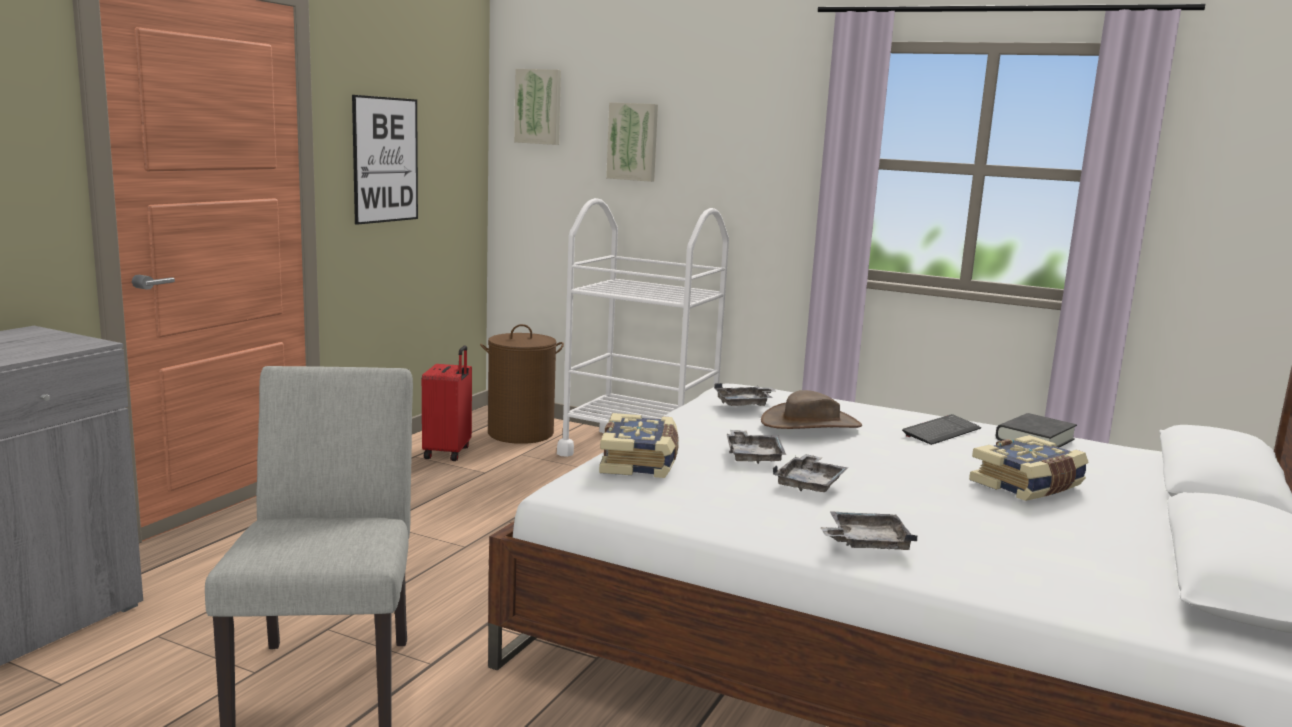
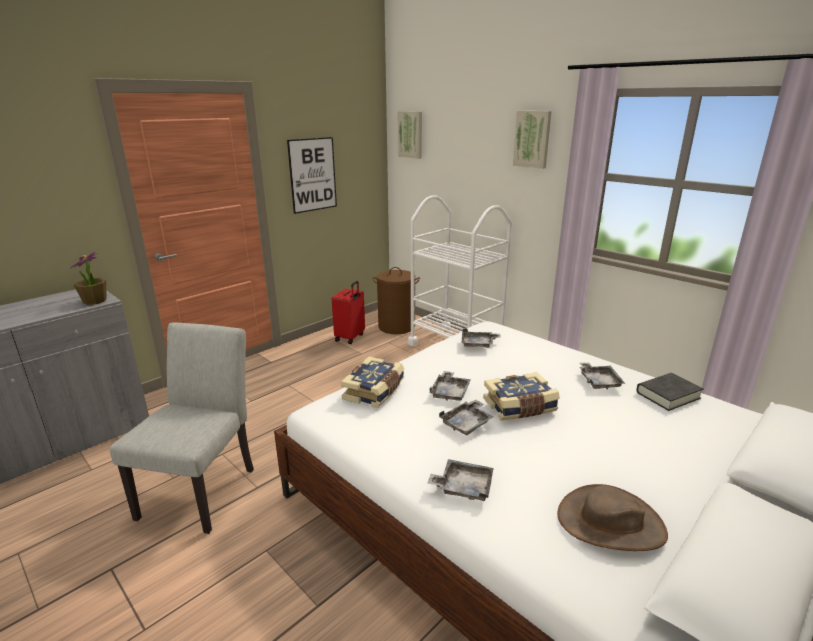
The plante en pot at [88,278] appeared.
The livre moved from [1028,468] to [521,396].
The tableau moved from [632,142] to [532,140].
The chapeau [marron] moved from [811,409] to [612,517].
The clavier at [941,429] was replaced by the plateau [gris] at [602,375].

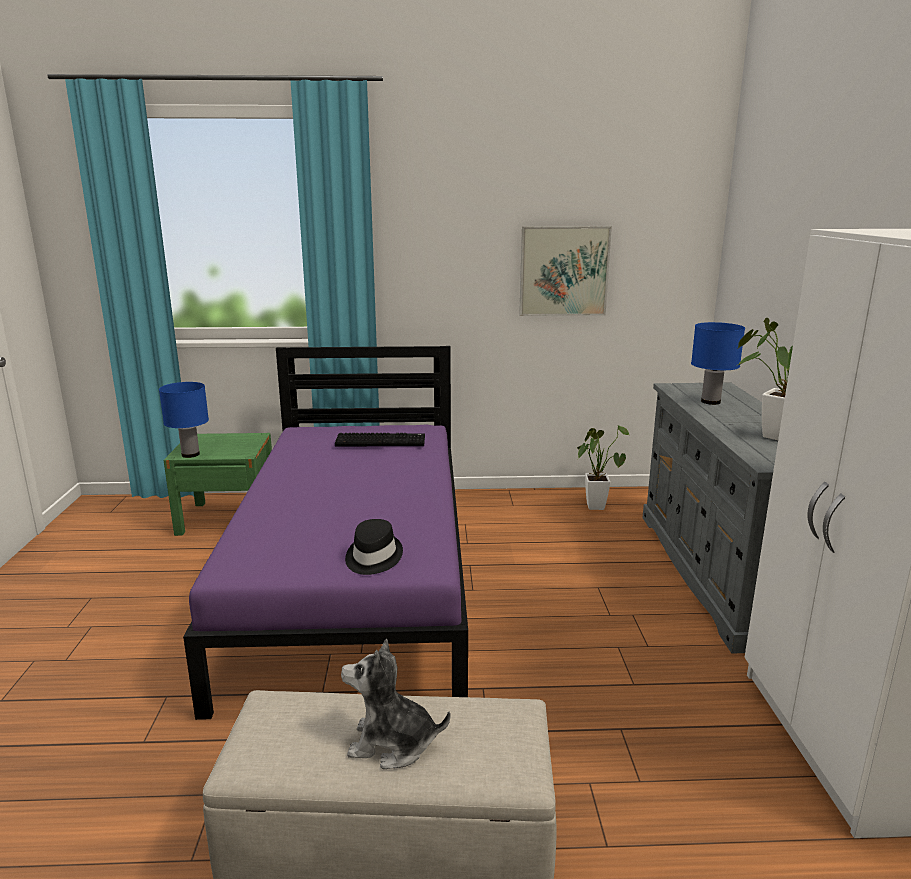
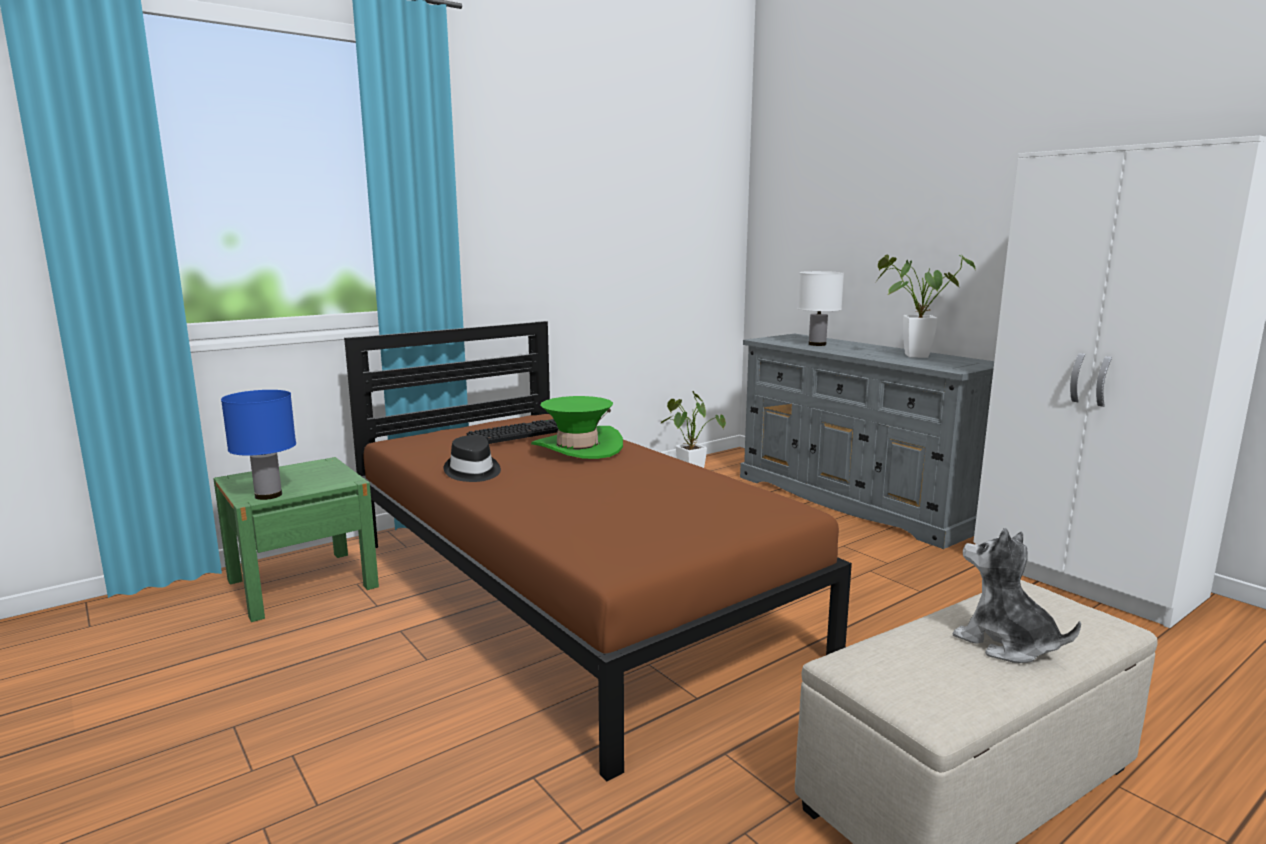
The lit [violet] at [325,533] became the lit [marron] at [598,551].
The chapeau [noir] moved from [374,547] to [472,458].
The chapeau [vert] at [577,427] appeared.
The lampe de table [bleu] at [718,363] became the lampe de table [blanc] at [820,308].
The peluche at [395,704] turned 75 degrees clockwise.
The tableau at [565,271] disappeared.

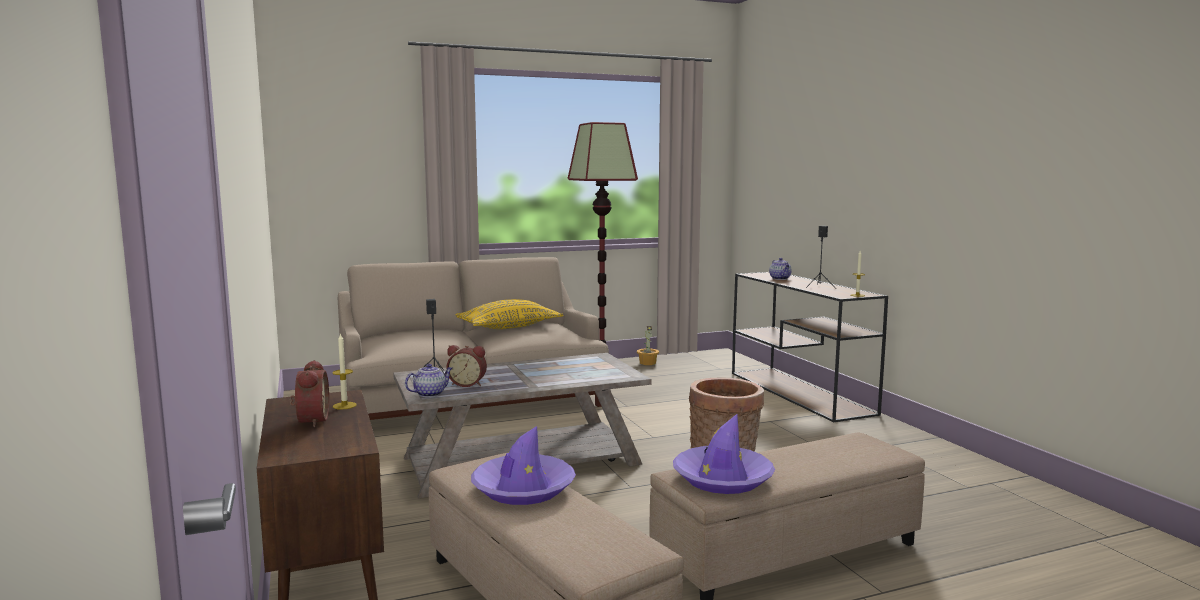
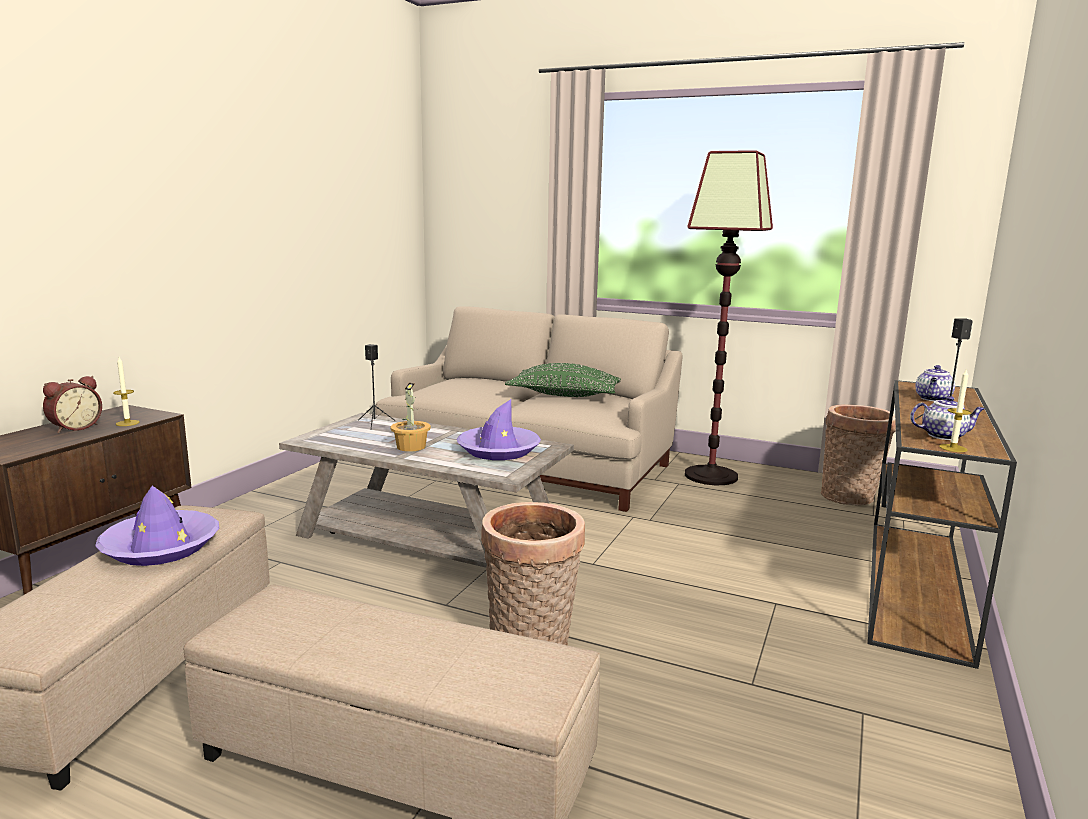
The plante en pot moved from [648,345] to [410,417].
The chapeau [violet] moved from [724,454] to [499,429].
The coussin [jaune] at [509,314] became the coussin [vert] at [563,380].
The panier at [858,454] appeared.
The théière moved from [428,380] to [947,418].
The réveil at [466,366] disappeared.

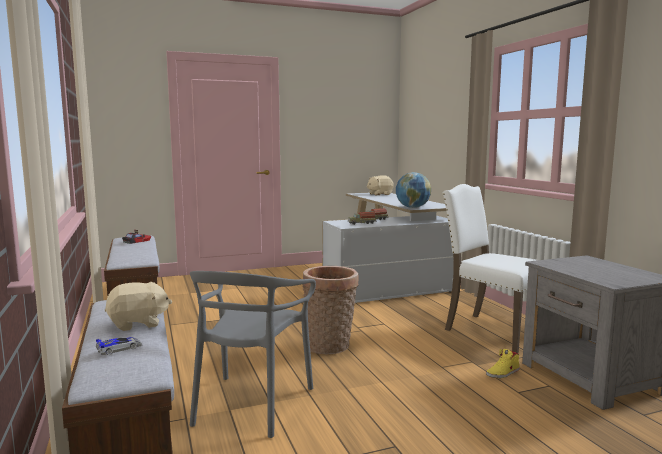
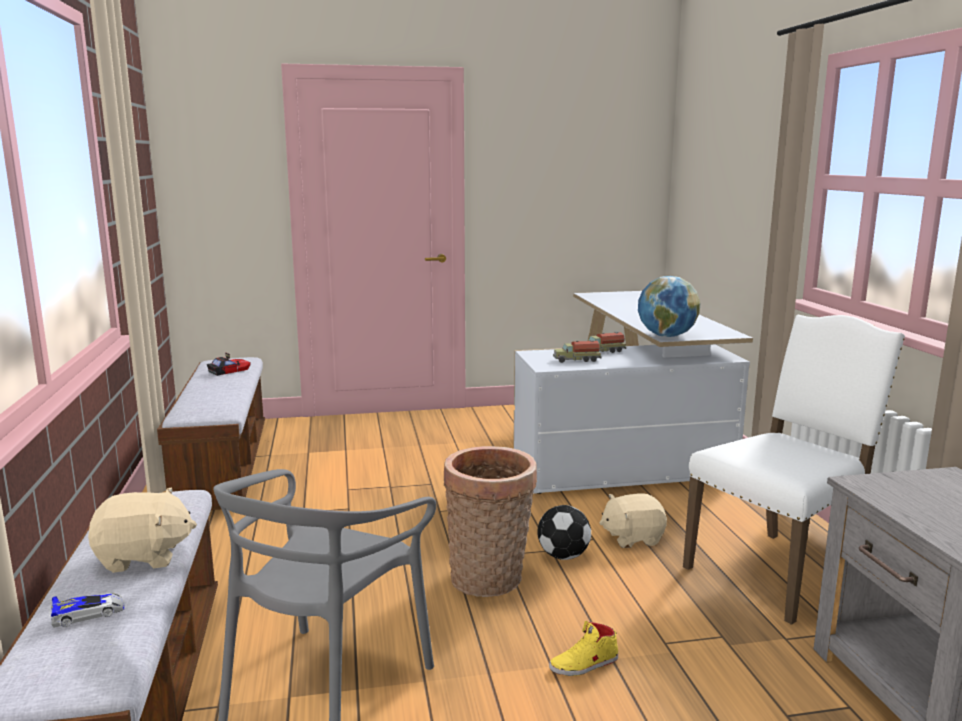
The ballon de foot at [564,532] appeared.
The chaussure [jaune] moved from [502,363] to [583,648].
The peluche [beige] moved from [380,185] to [633,521].
The chaise [blanc] at [489,268] turned 90 degrees clockwise.

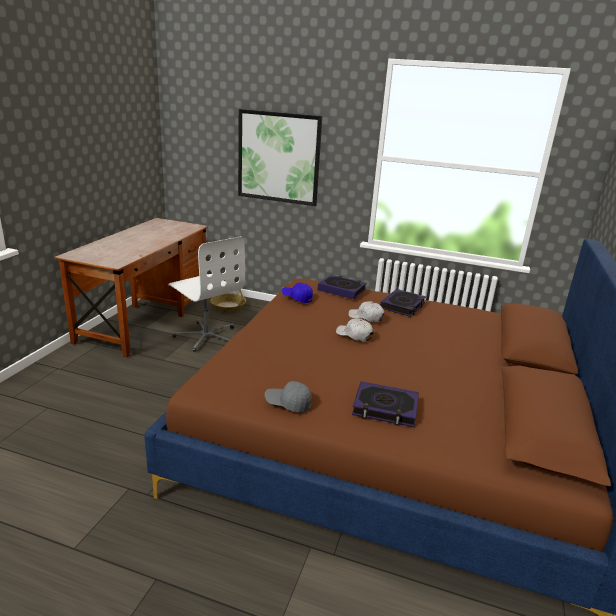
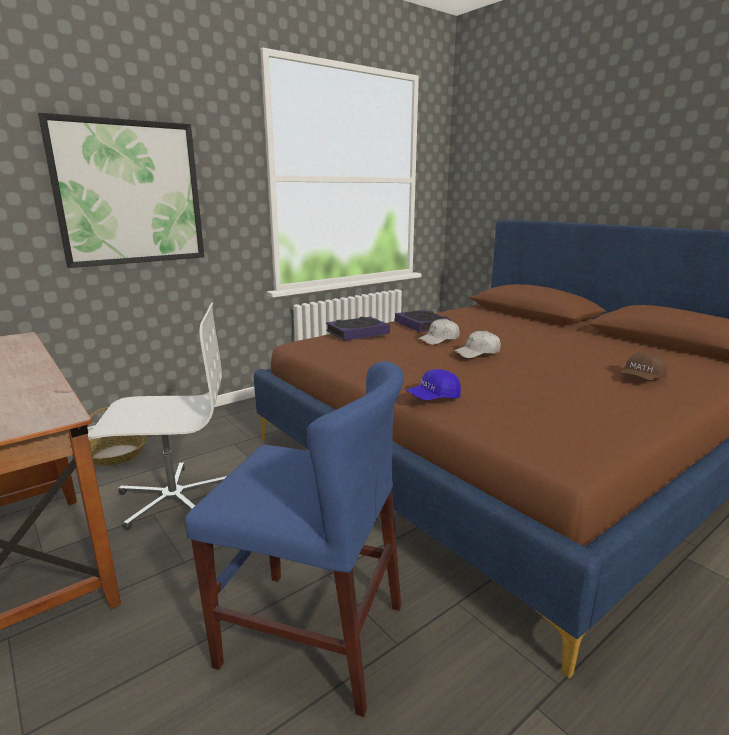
The chaise [bleu] at [294,539] appeared.
The casquette [bleu] moved from [297,293] to [433,384].
The livre at [385,404] was replaced by the casquette [marron] at [644,366].
The casquette [gris] at [288,397] disappeared.

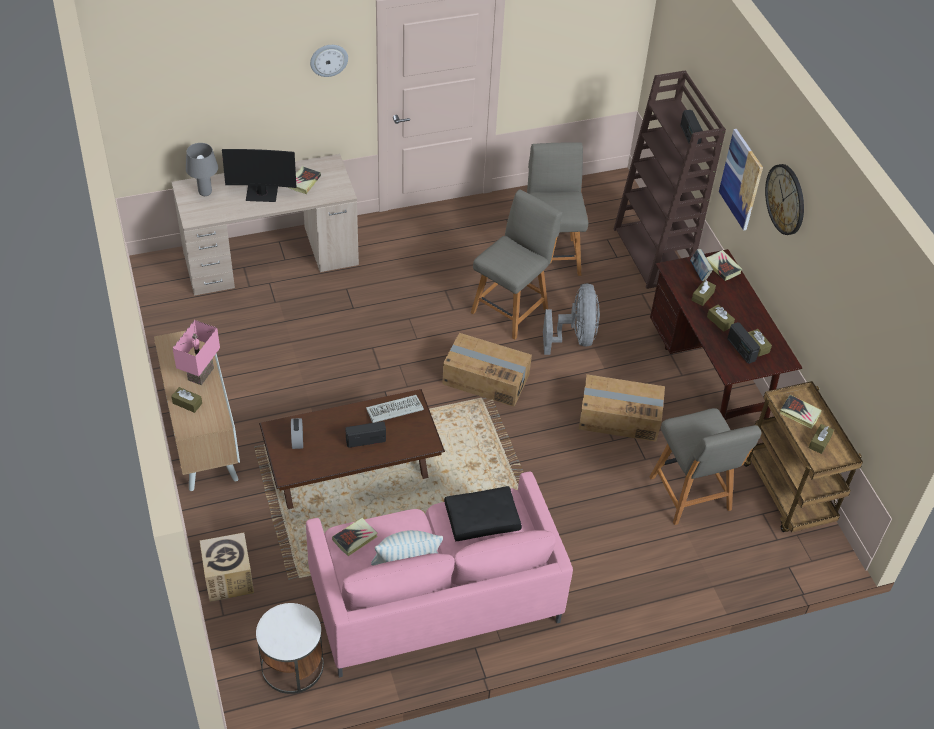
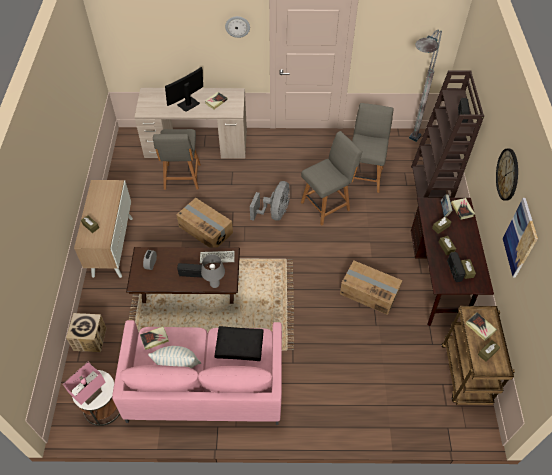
The lampe de table [rose] moved from [196,352] to [84,383].
The chaise [gris] moved from [705,466] to [177,159].
The écran d'ordinateur at [259,175] turned 120 degrees clockwise.
The carton moved from [487,370] to [204,223].
The lampe de table [gris] moved from [202,169] to [213,271].
The ventilateur [gris] moved from [571,319] to [270,201].
The lampadaire [gris] at [425,86] appeared.
The tableau moved from [741,180] to [520,238].

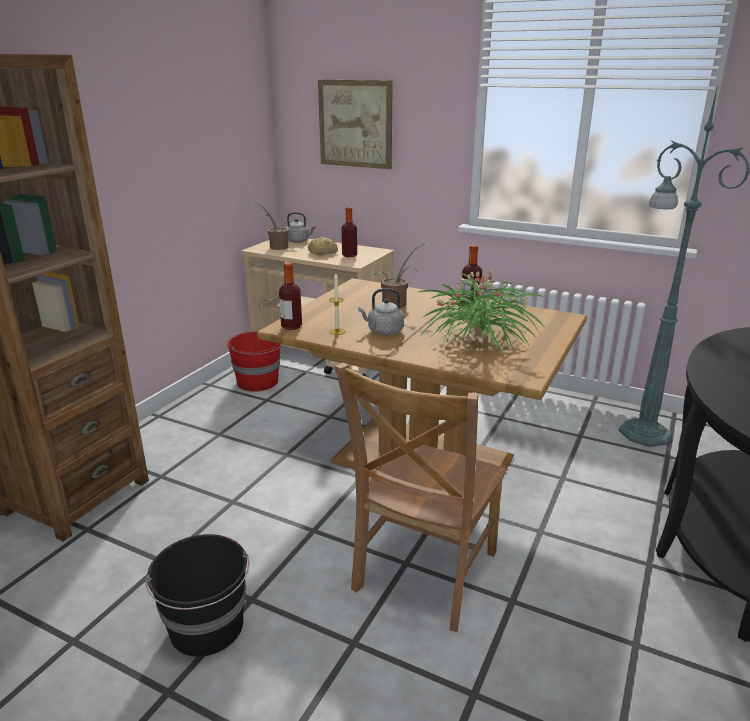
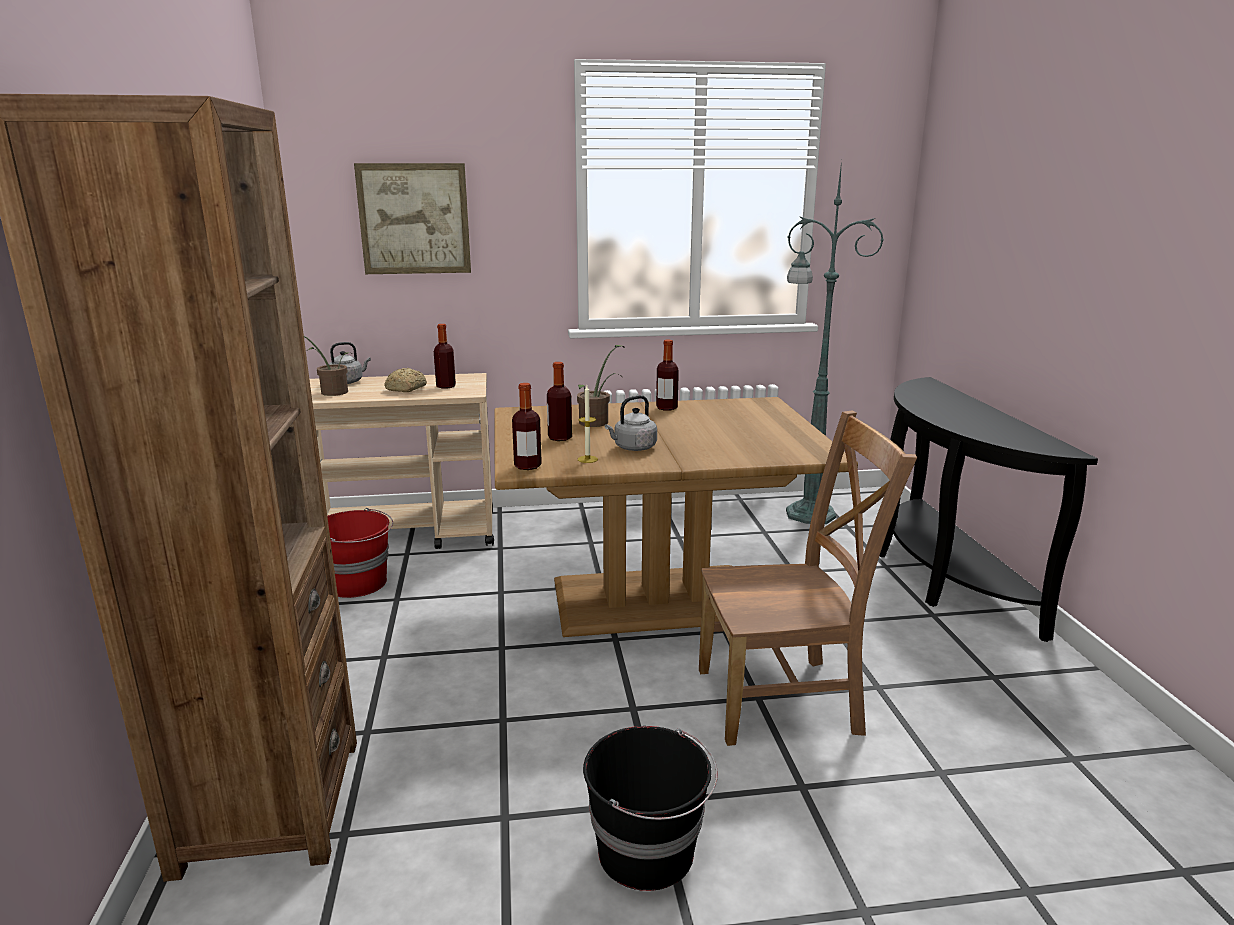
The bouteille at [559,401] appeared.
The chaise [marron] at [420,497] turned 90 degrees counterclockwise.
The plante en pot at [481,313] disappeared.

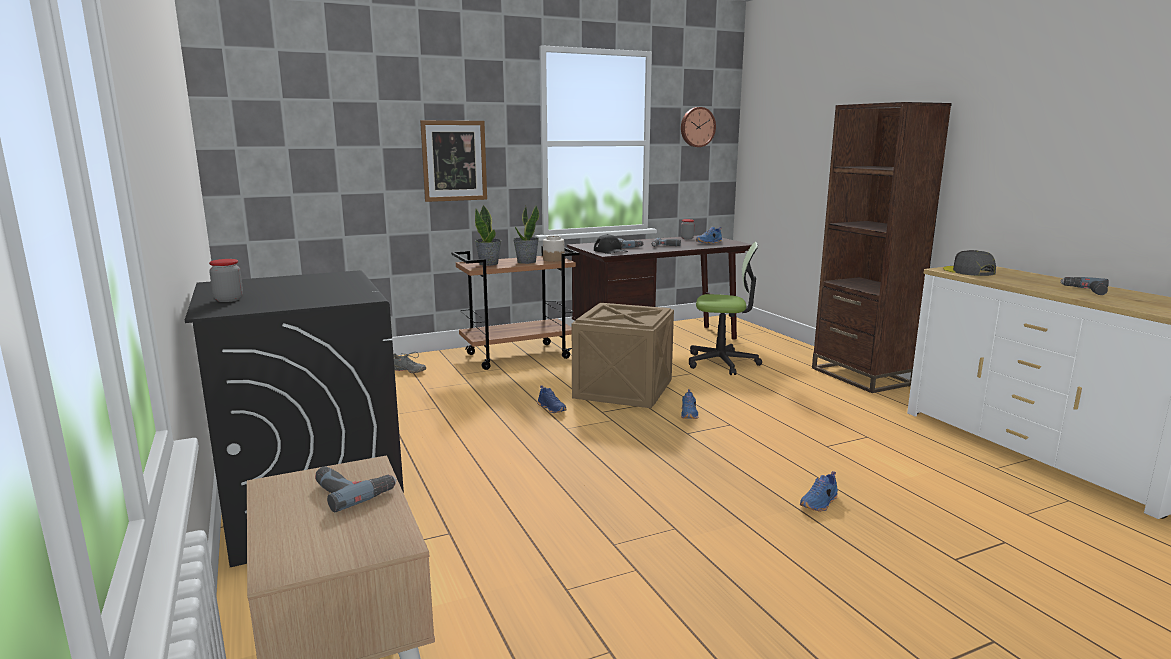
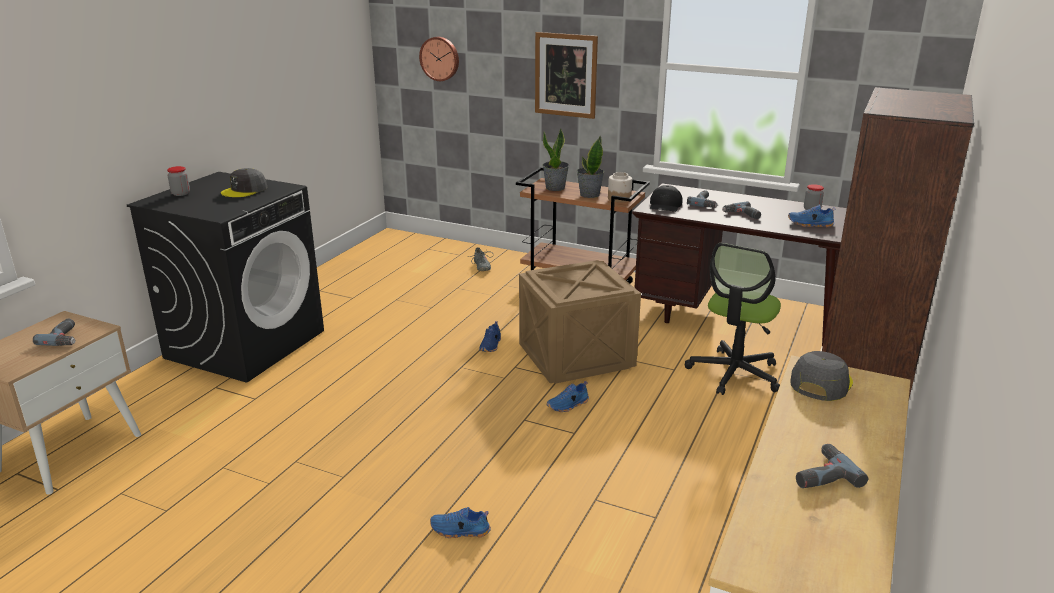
The casquette [gris] at [244,182] appeared.
The horloge murale moved from [698,127] to [439,59].
The chaise de bureau at [725,308] turned 60 degrees clockwise.

